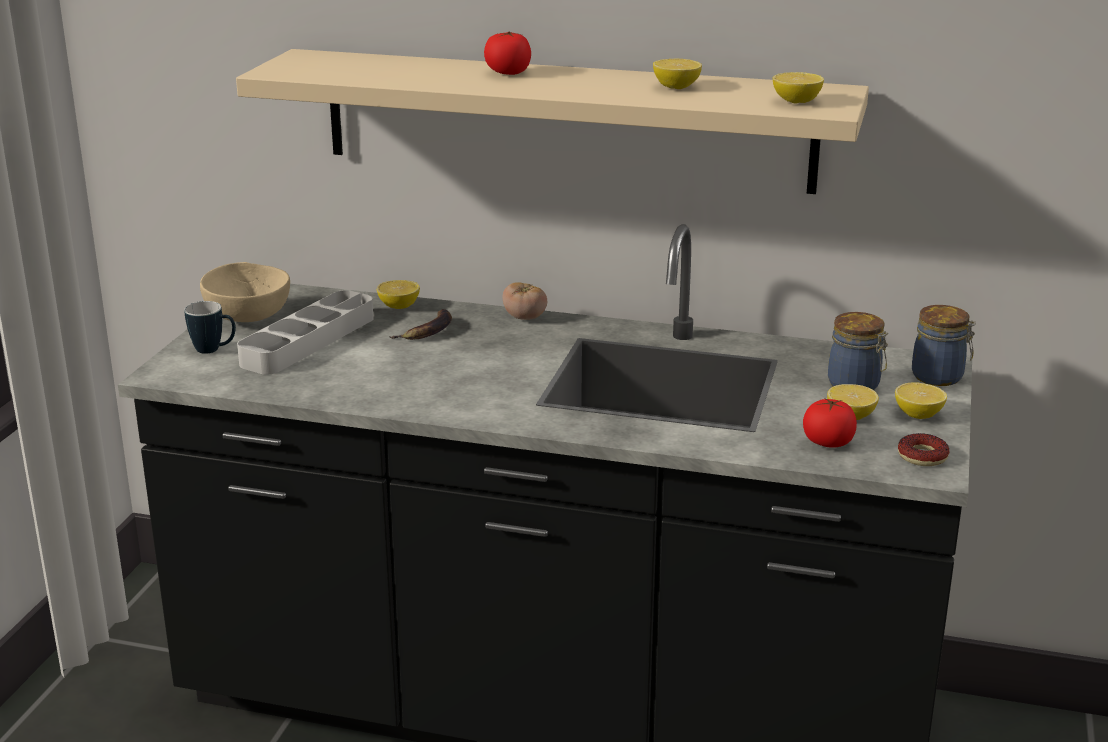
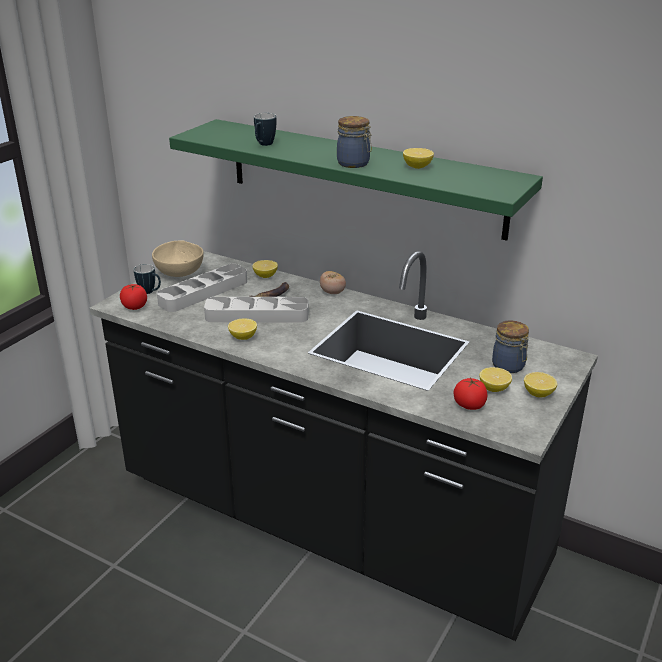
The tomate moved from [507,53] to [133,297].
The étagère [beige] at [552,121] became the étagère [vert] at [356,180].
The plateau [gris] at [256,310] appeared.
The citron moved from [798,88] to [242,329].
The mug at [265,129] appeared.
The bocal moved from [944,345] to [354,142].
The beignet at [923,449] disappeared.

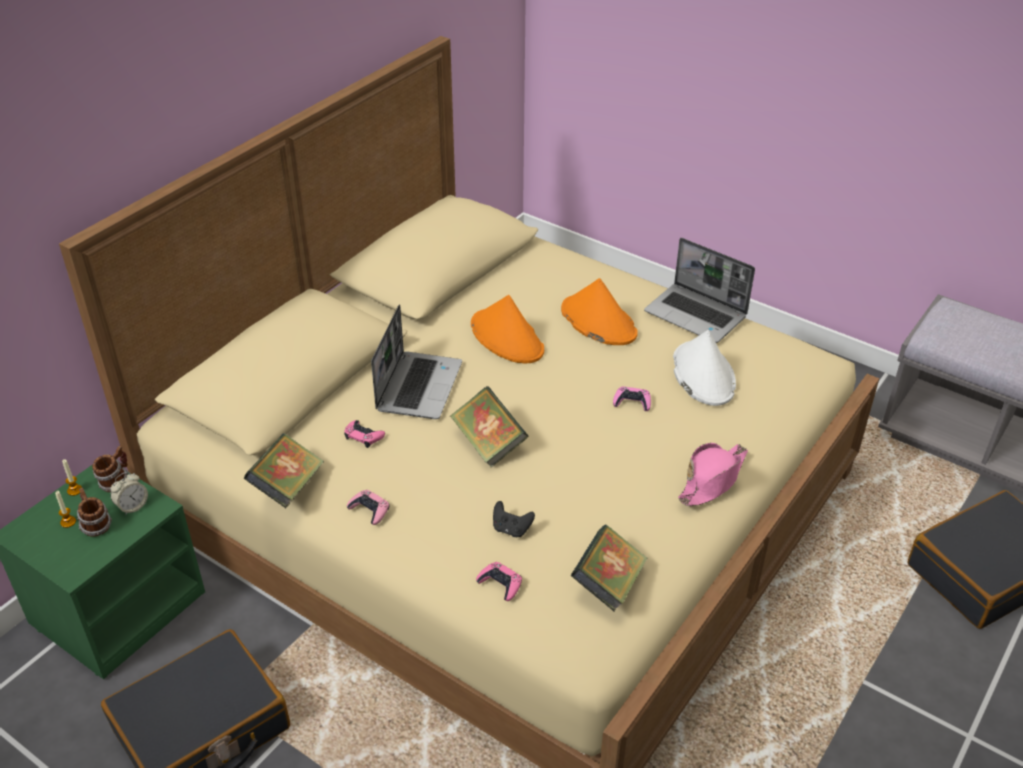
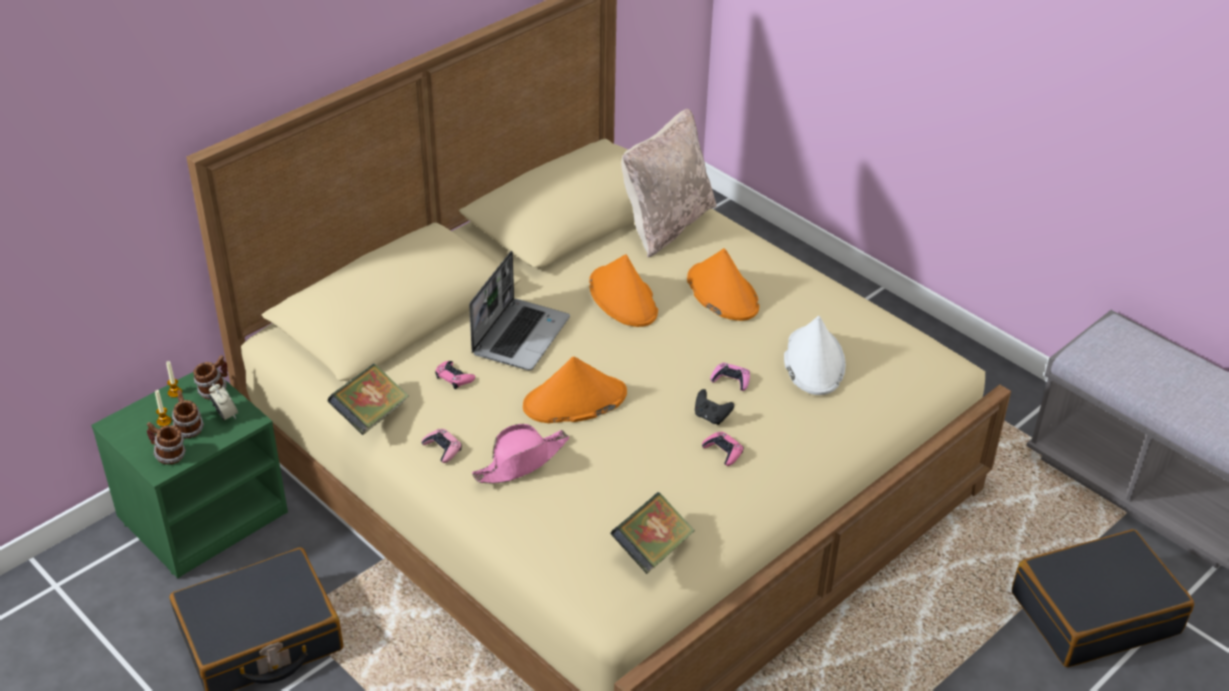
The mug at [166,443] appeared.
The réveil at [129,493] turned 90 degrees counterclockwise.
The chapeau [rose] moved from [713,474] to [520,453].
The livre at [489,427] was replaced by the chapeau [orange] at [575,389].
The coussin [beige] at [668,183] appeared.
The manette [noir] moved from [514,519] to [714,407].
The manette [rose] moved from [499,581] to [723,449].
The ordinateur portable at [699,290] disappeared.

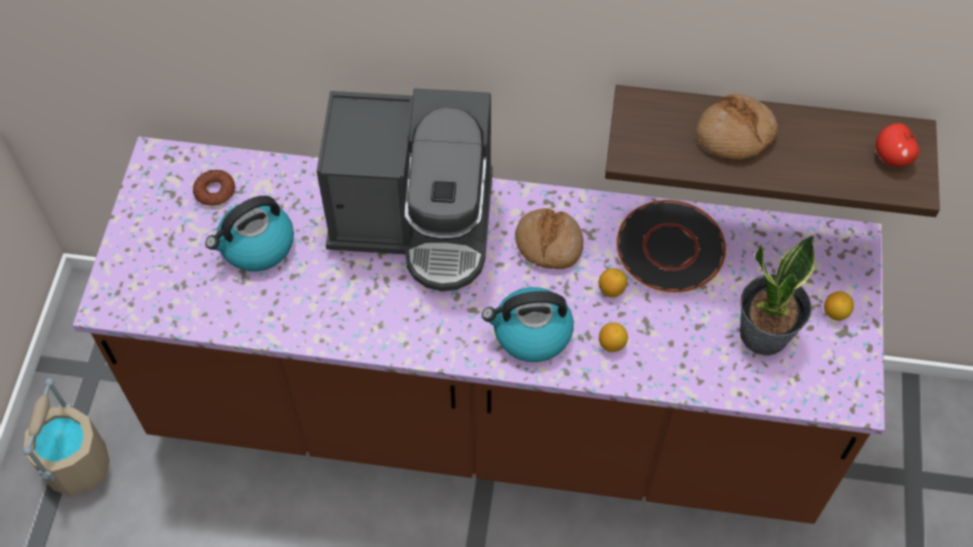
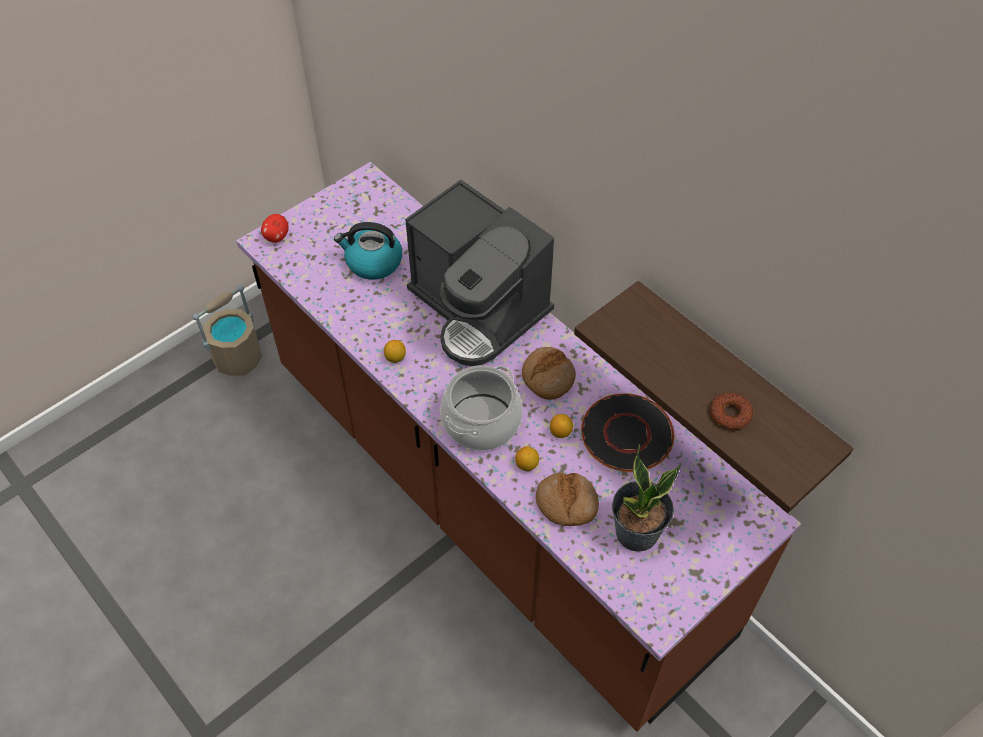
The pomme moved from [897,145] to [275,228].
The citron moved from [839,306] to [395,351].
The bouilloire at [528,324] was replaced by the marmite at [481,408].
The pain moved from [737,126] to [567,499].
The beignet moved from [214,188] to [731,411].

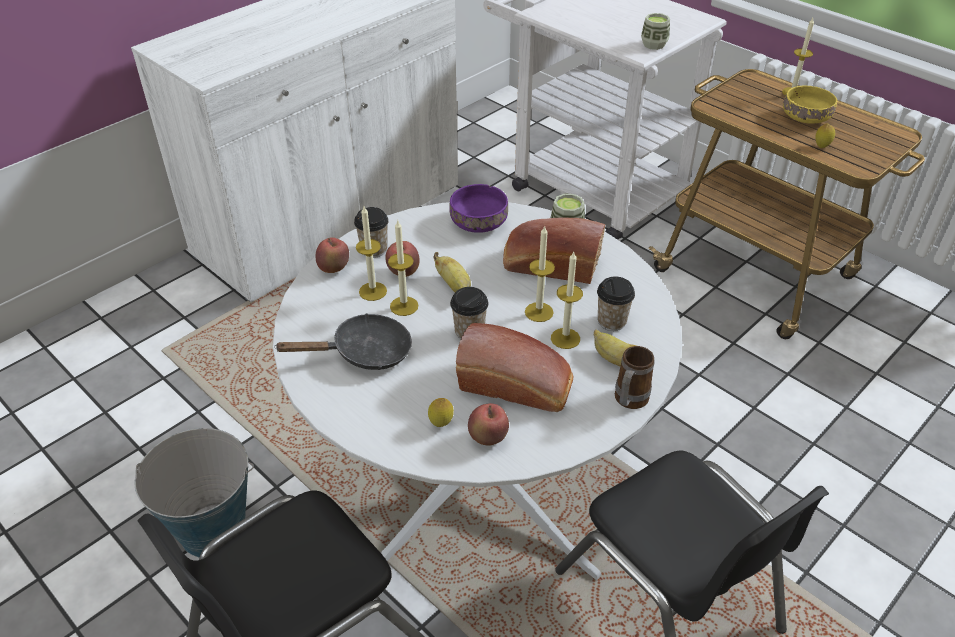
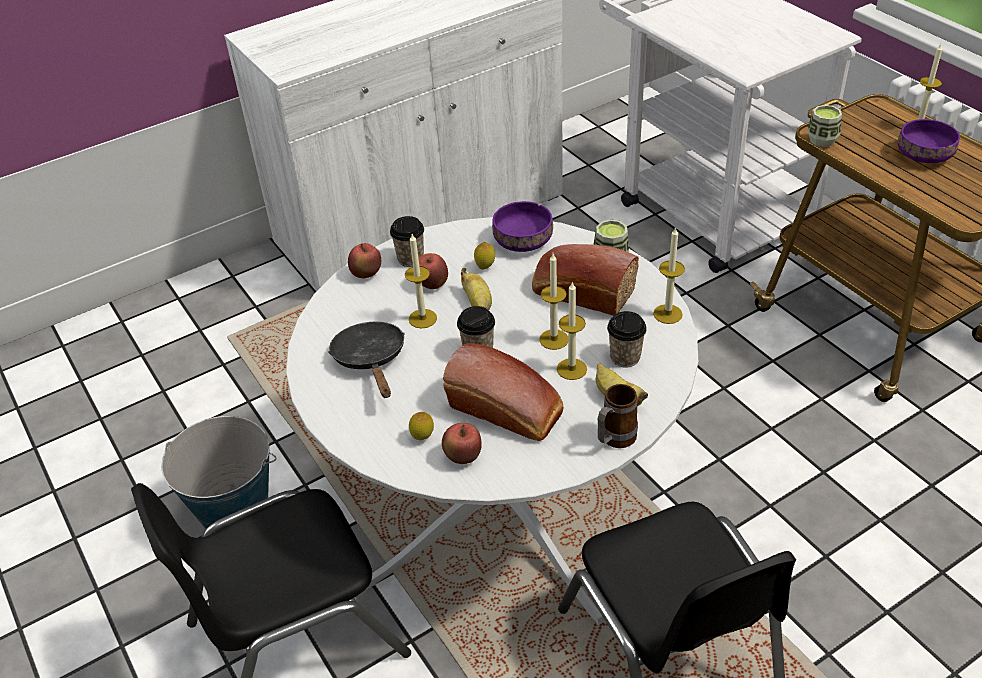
The poêle [noir] at [343,341] turned 105 degrees counterclockwise.
The citron moved from [825,135] to [484,256].
The bougie moved from [371,253] to [669,275].
The tasse moved from [655,31] to [824,126].
The bol [jaune] at [810,105] became the bol [violet] at [929,141].

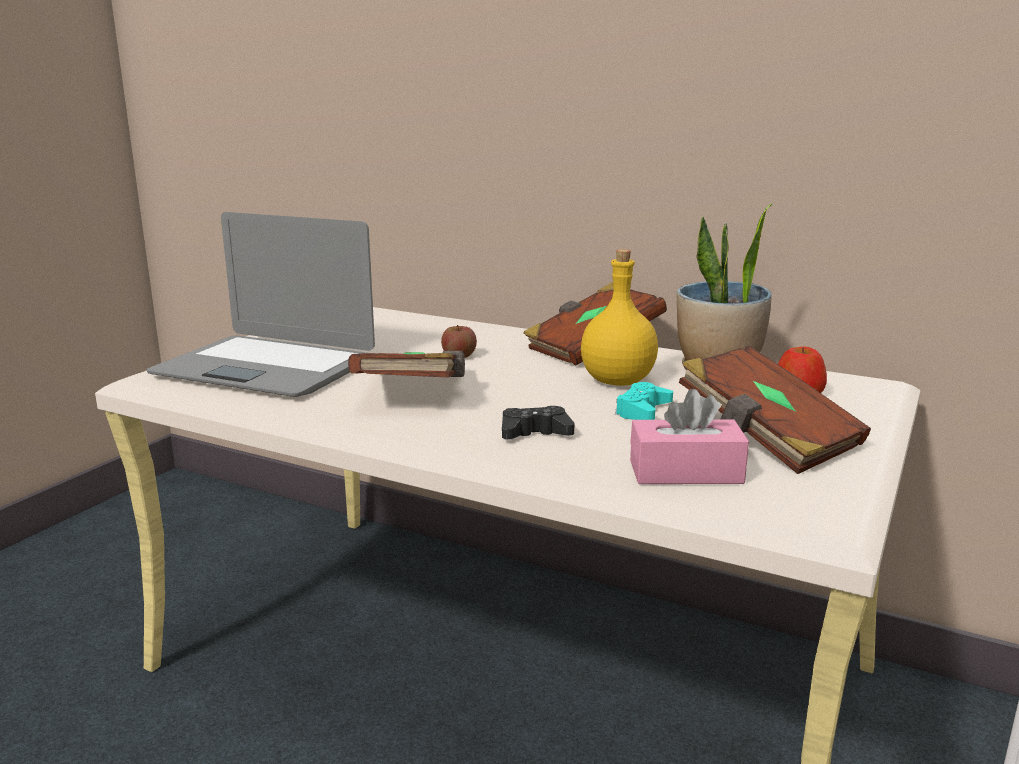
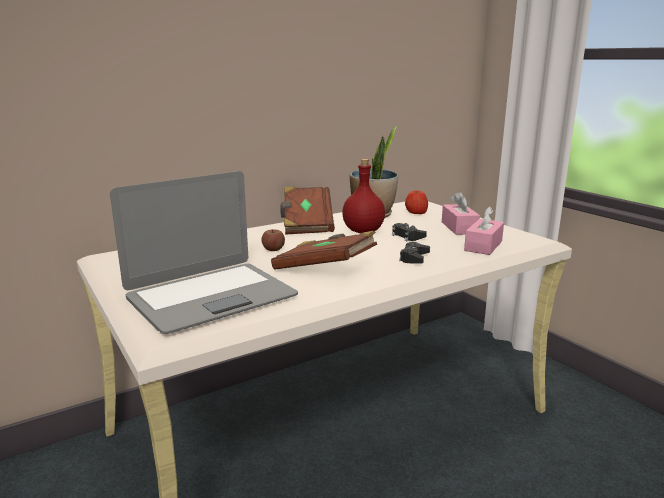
The bouteille [jaune] at [619,317] became the bouteille [rouge] at [363,196].
The manette [turquoise] at [644,401] became the manette [noir] at [409,232].
The livre [marron] at [775,410] was replaced by the boîte à mouchoirs [rose] at [461,213].

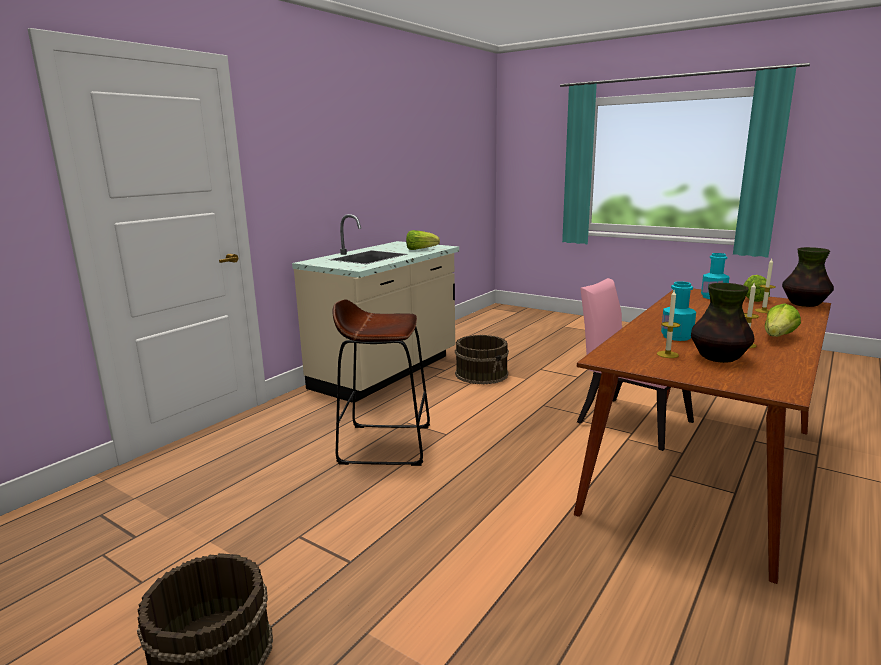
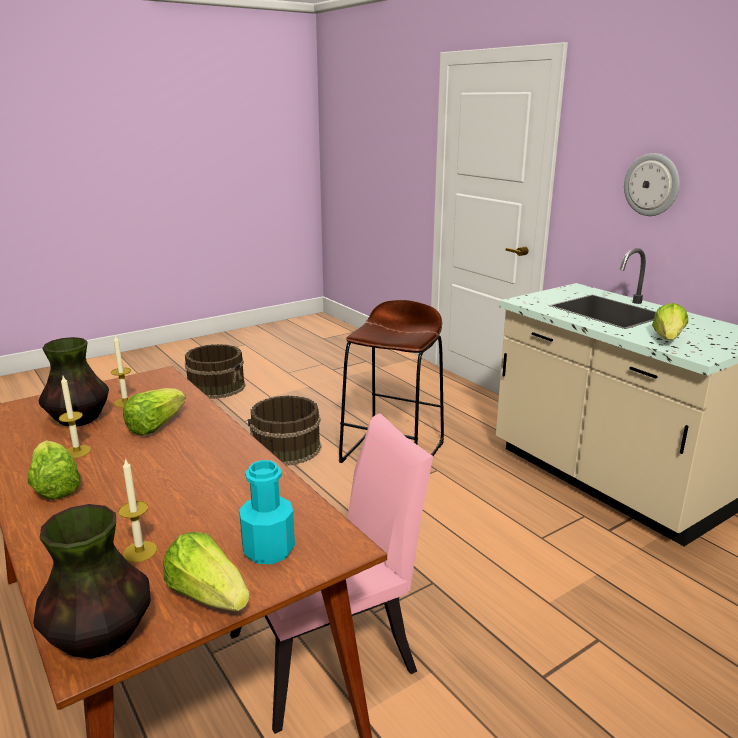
The bouteille [turquoise] at [678,311] was replaced by the laitue at [154,412].
The seau [marron] moved from [482,360] to [285,430].
The horloge murale at [652,184] appeared.

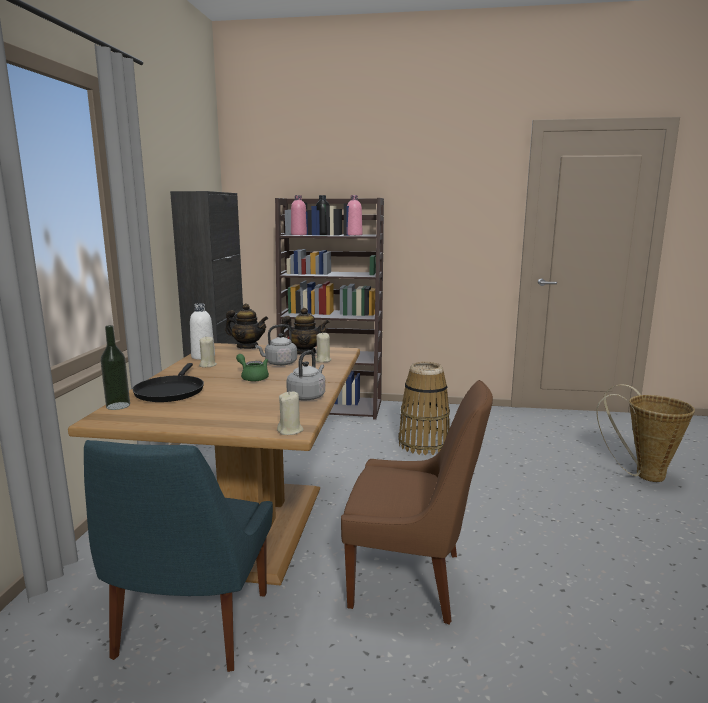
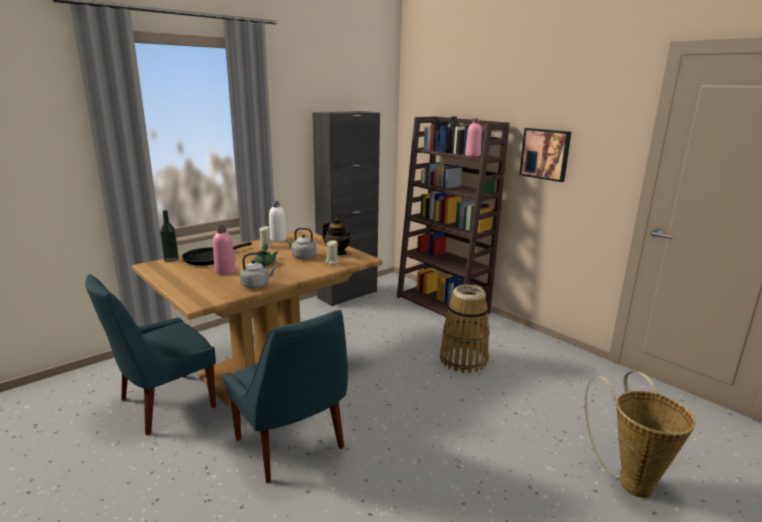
The bouteille [rose] moved from [299,215] to [224,250].
The chaise [marron] at [417,502] became the chaise [bleu] at [285,396].
The tableau at [545,155] appeared.
The théière at [246,326] disappeared.
The bougie [beige] at [290,413] disappeared.

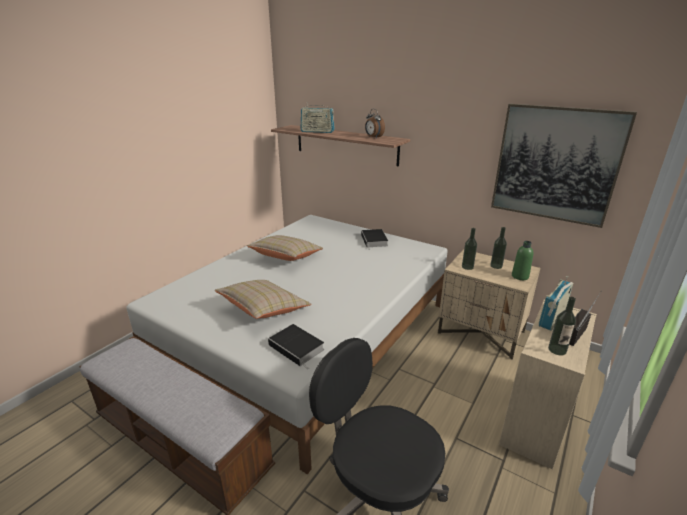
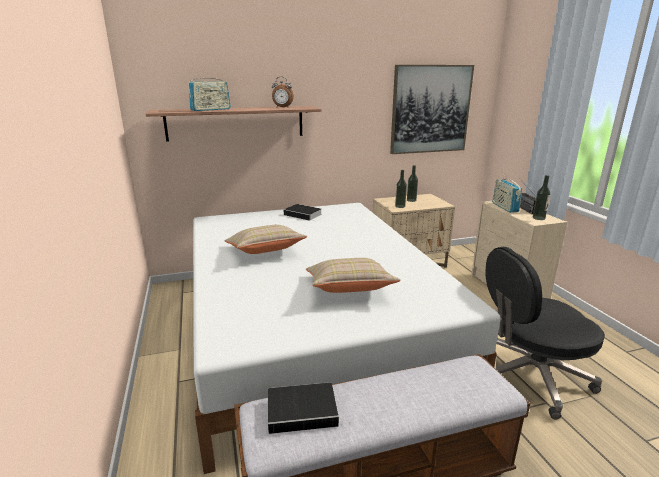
The livre moved from [296,346] to [309,408].
The bouteille [vert] at [522,260] disappeared.

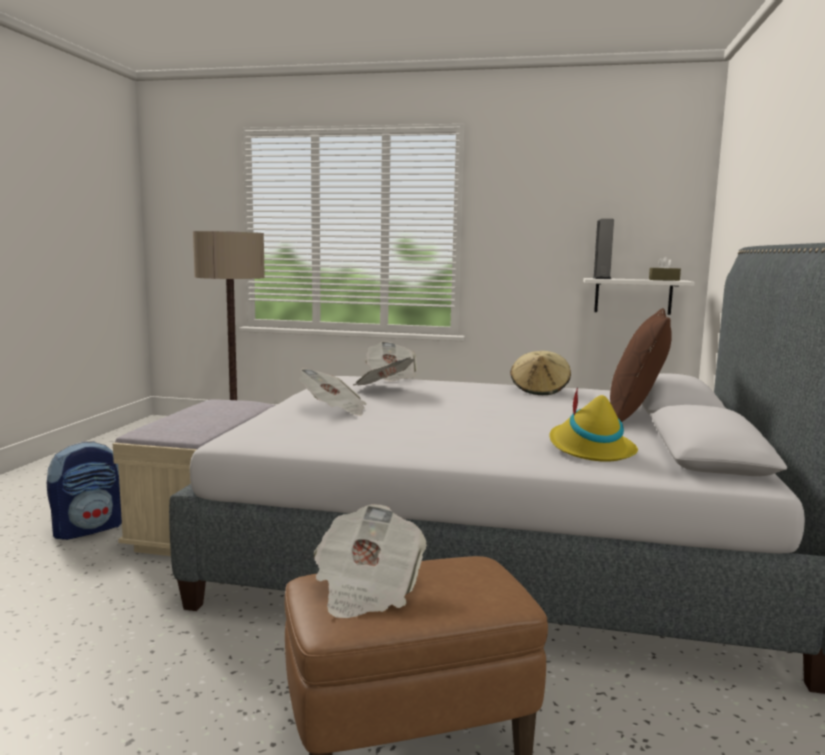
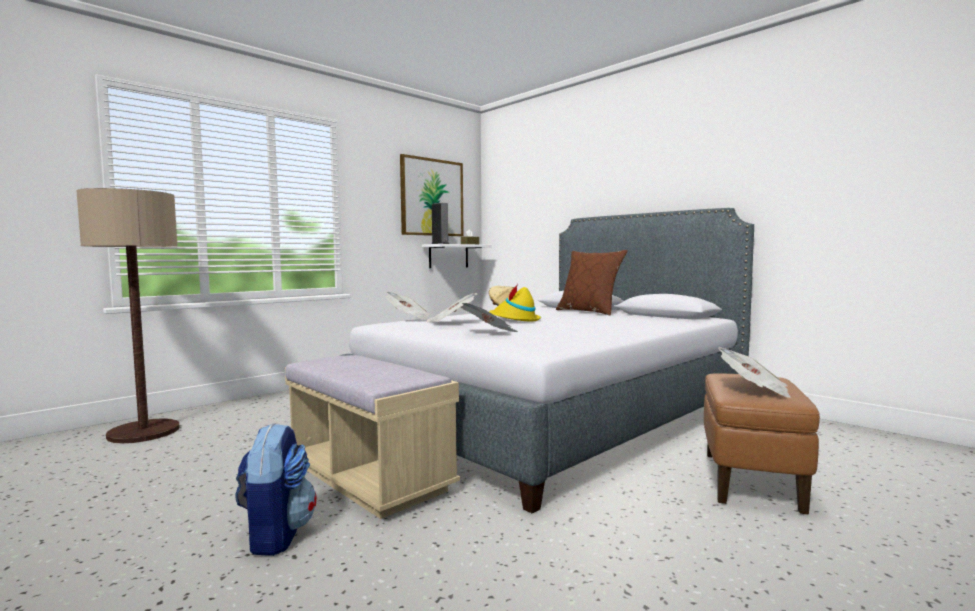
The tableau at [432,195] appeared.
The chapeau [jaune] moved from [593,424] to [515,302].

